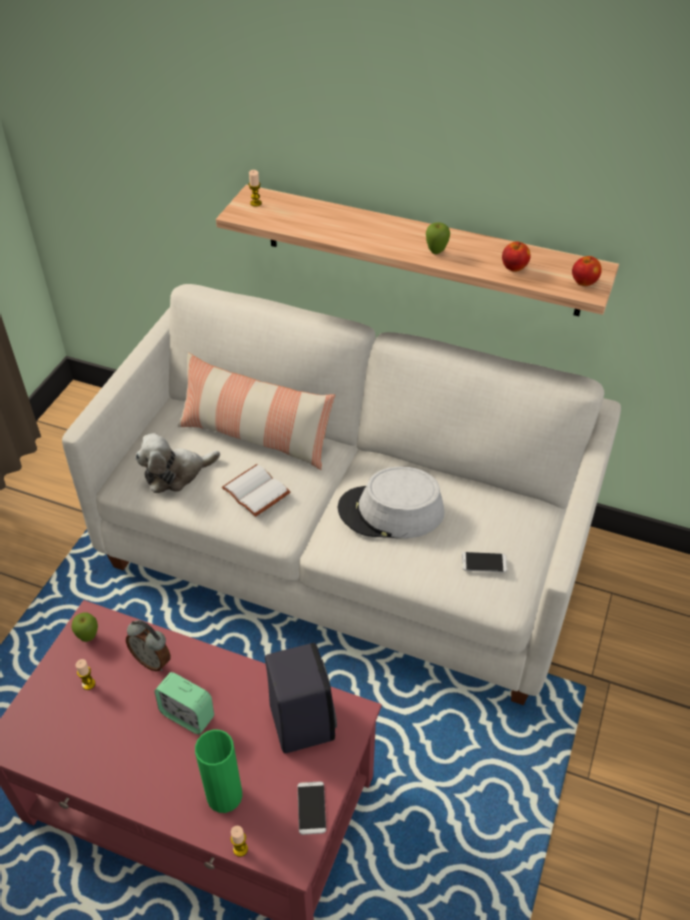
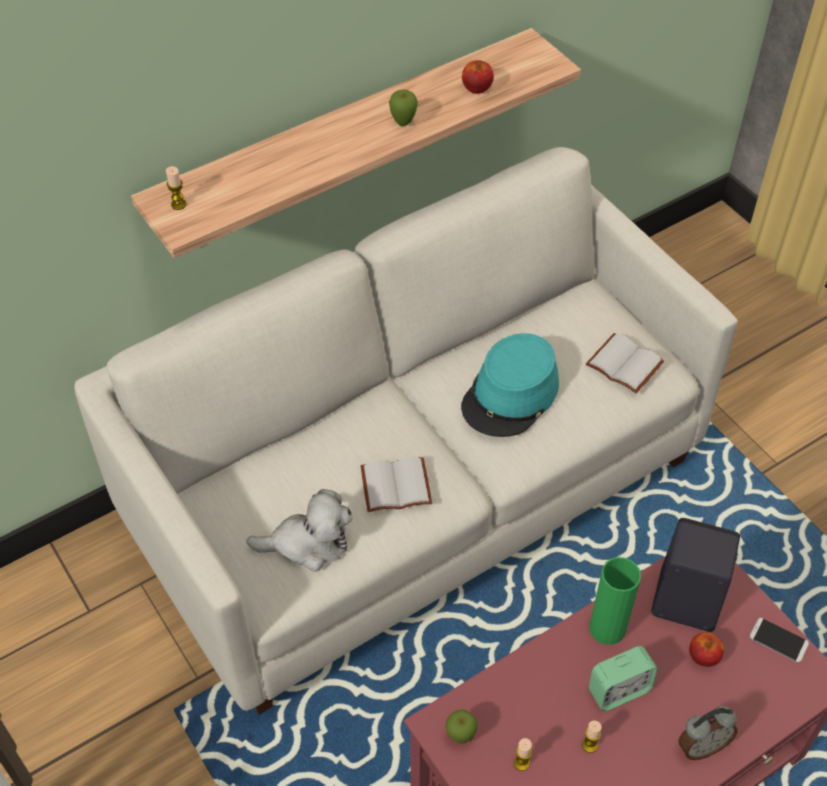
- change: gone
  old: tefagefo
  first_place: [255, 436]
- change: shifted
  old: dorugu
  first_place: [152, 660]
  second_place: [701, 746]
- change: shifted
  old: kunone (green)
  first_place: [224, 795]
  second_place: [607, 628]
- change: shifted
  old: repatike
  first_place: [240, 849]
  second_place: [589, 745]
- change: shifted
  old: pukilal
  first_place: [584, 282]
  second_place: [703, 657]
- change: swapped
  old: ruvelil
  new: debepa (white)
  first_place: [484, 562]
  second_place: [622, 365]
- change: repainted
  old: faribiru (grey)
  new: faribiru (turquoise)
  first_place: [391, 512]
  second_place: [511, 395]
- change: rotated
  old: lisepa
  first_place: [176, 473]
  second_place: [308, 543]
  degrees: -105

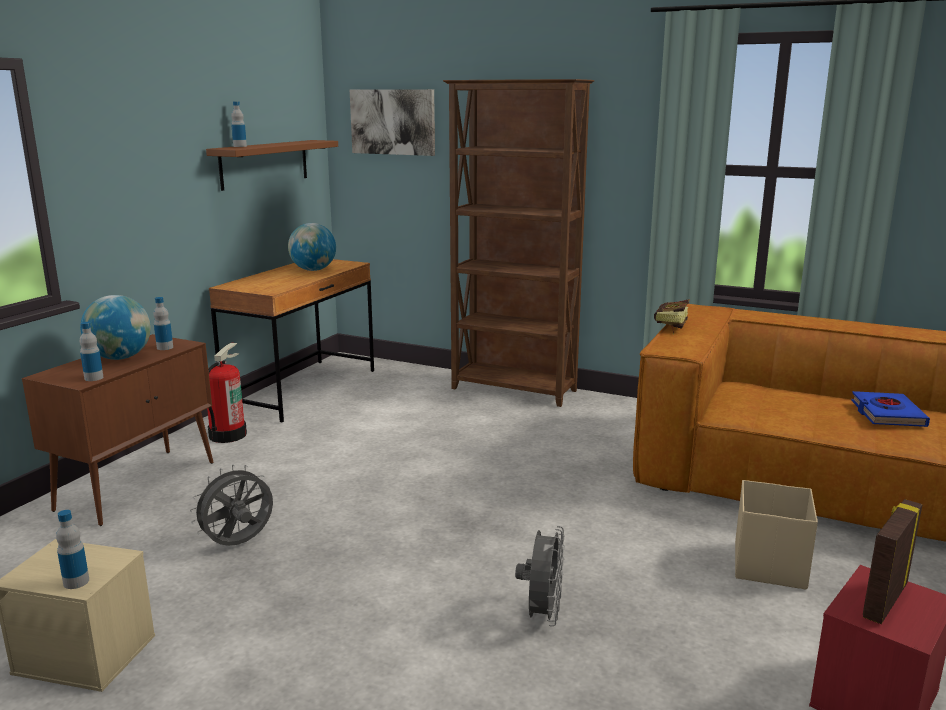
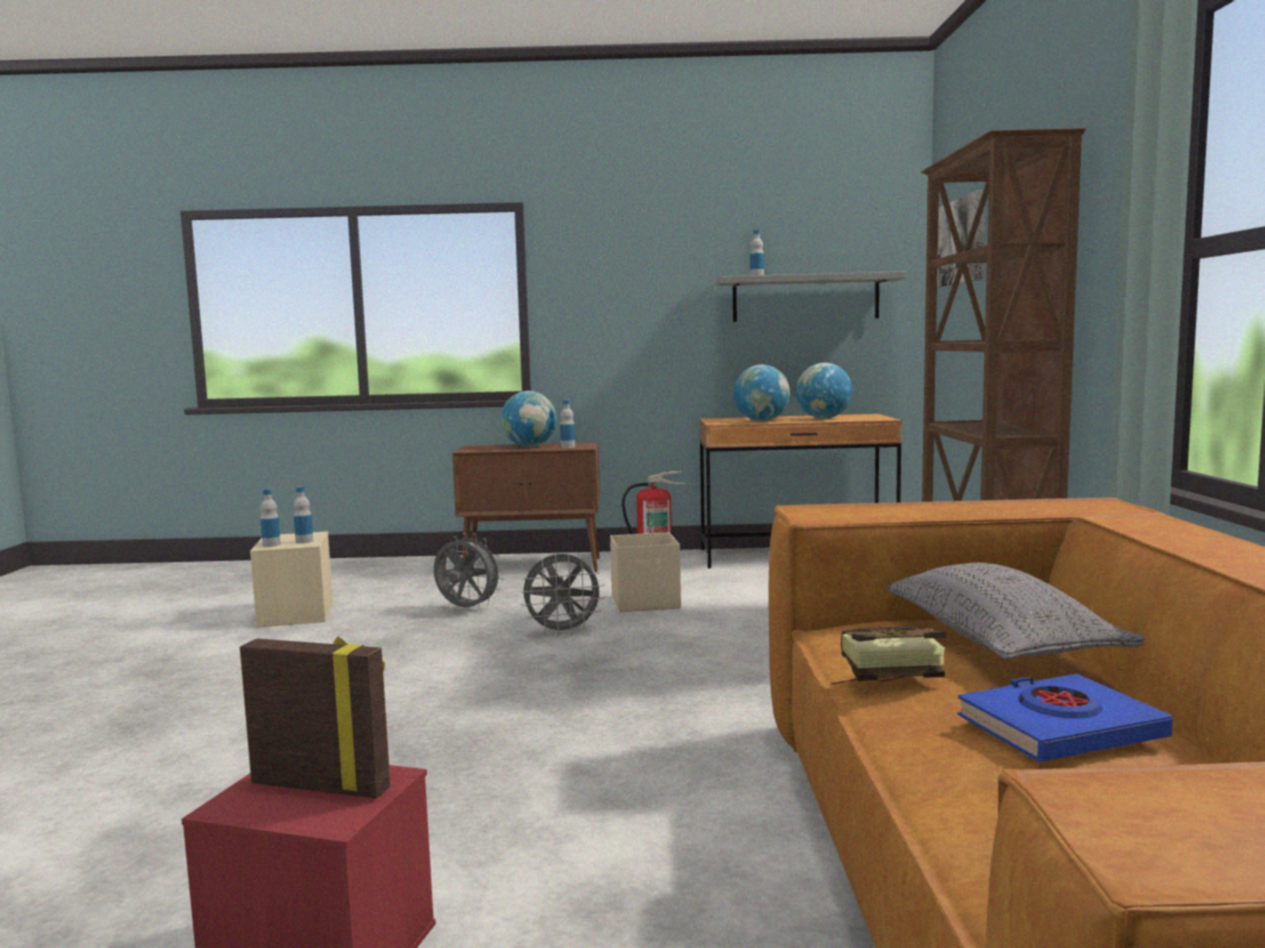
- change: new
  new: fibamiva
  second_place: [761, 421]
- change: new
  new: tefagefo (grey)
  second_place: [995, 642]
- change: shifted
  old: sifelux
  first_place: [94, 378]
  second_place: [304, 541]
- change: shifted
  old: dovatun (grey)
  first_place: [542, 615]
  second_place: [563, 632]
- change: shifted
  old: debepa
  first_place: [670, 327]
  second_place: [880, 677]
- change: shifted
  old: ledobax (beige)
  first_place: [770, 565]
  second_place: [646, 603]
- change: repainted
  old: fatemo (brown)
  new: fatemo (grey)
  first_place: [264, 164]
  second_place: [805, 298]

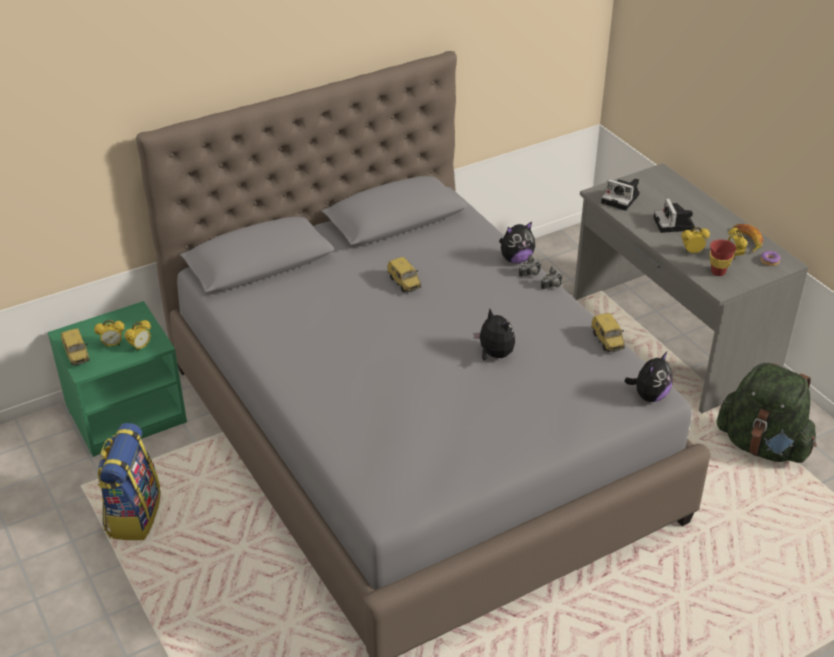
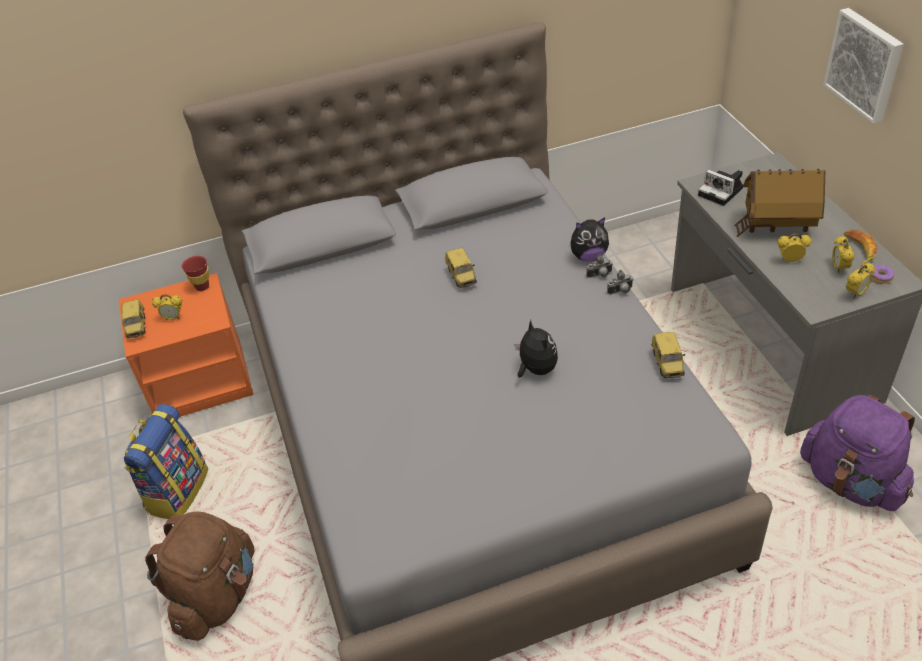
- change: gone
  old: lisepa
  first_place: [649, 396]
- change: new
  new: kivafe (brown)
  second_place: [217, 596]
- change: new
  new: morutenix
  second_place: [865, 64]
- change: shifted
  old: dorugu
  first_place: [140, 347]
  second_place: [855, 293]
- change: shifted
  old: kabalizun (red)
  first_place: [718, 272]
  second_place: [202, 287]
- change: swapped
  old: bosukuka
  new: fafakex
  first_place: [674, 224]
  second_place: [776, 225]
- change: repainted
  old: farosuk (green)
  new: farosuk (orange)
  first_place: [127, 413]
  second_place: [201, 380]
- change: repainted
  old: kivafe (green)
  new: kivafe (purple)
  first_place: [762, 445]
  second_place: [851, 482]

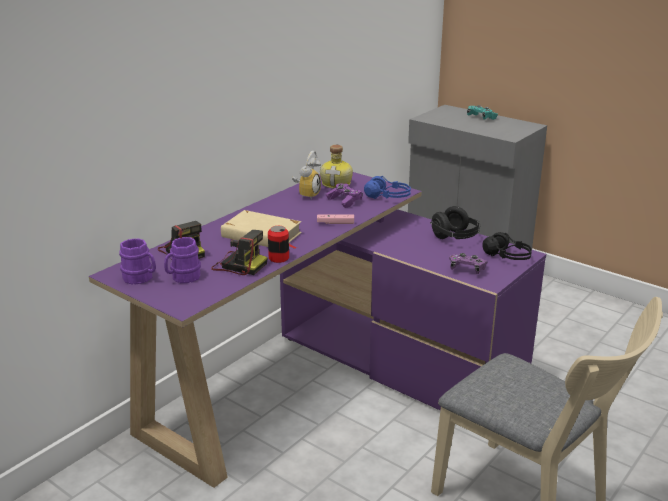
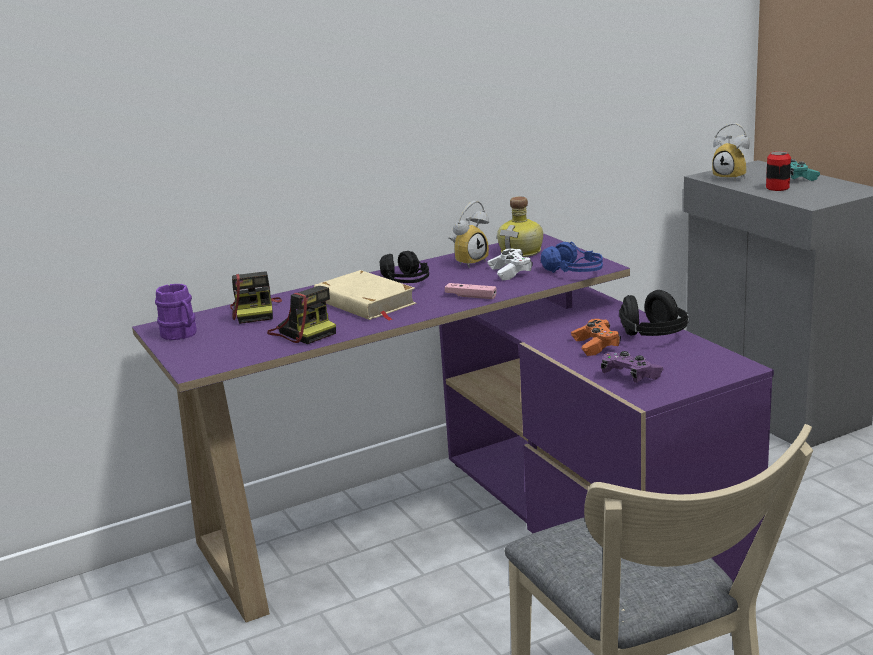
- change: gone
  old: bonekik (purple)
  first_place: [183, 278]
- change: new
  new: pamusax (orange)
  second_place: [595, 346]
- change: new
  new: dorugu
  second_place: [732, 178]
- change: shifted
  old: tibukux
  first_place: [279, 258]
  second_place: [777, 188]
- change: shifted
  old: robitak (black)
  first_place: [507, 256]
  second_place: [406, 281]
- change: repainted
  old: pamusax (purple)
  new: pamusax (white)
  first_place: [344, 201]
  second_place: [510, 272]

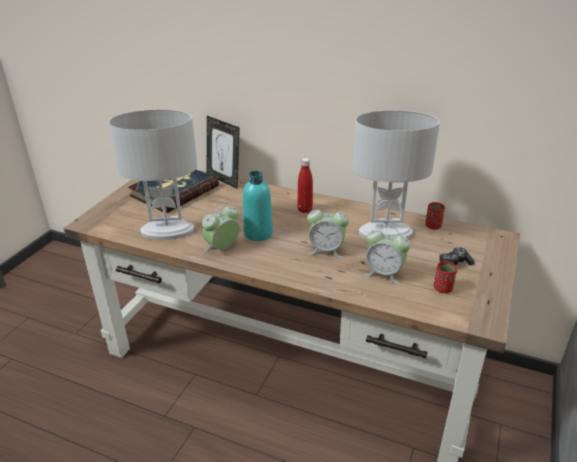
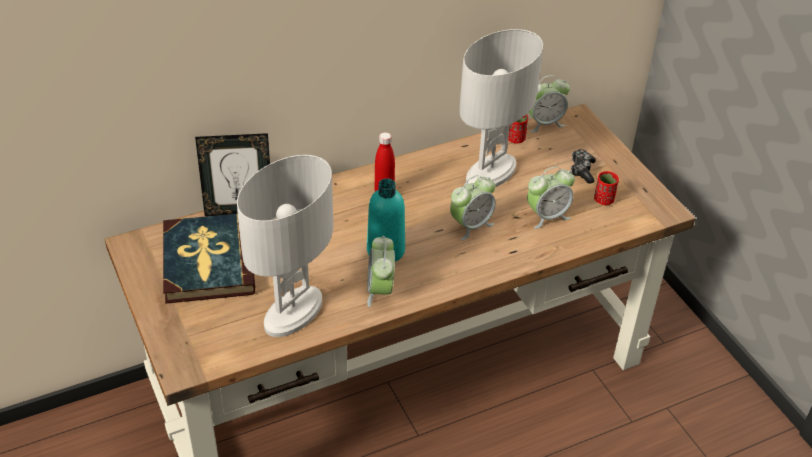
- change: new
  new: dorugu
  second_place: [544, 123]

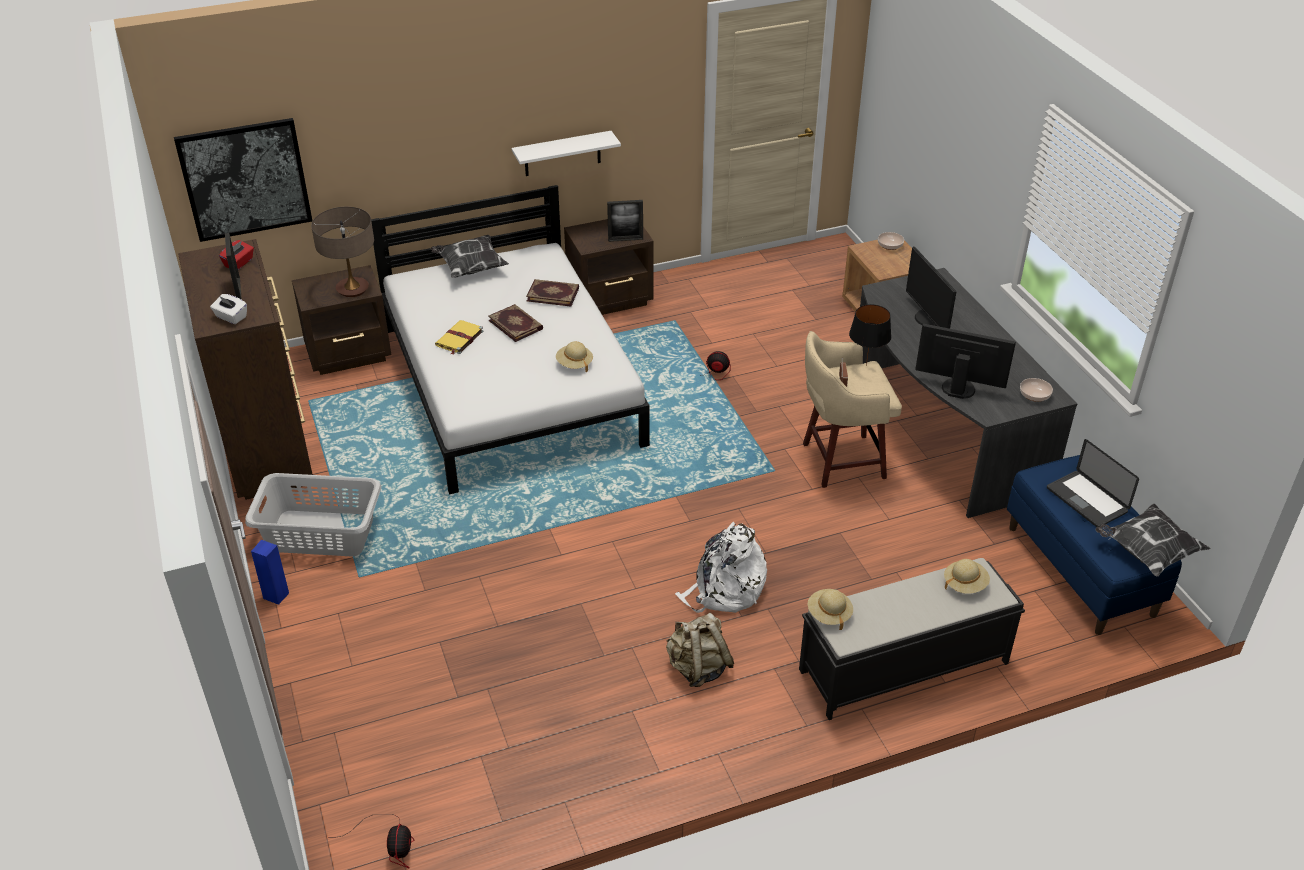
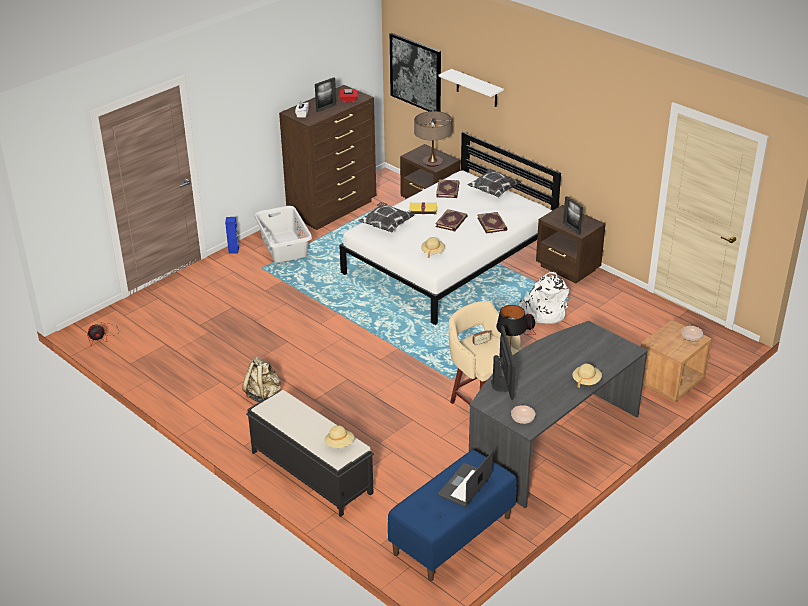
- change: gone
  old: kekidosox
  first_place: [928, 319]
- change: new
  new: debepa
  second_place: [448, 190]
- change: shifted
  old: fatemo (white)
  first_place: [562, 154]
  second_place: [476, 88]
- change: shifted
  old: kivafe (white)
  first_place: [724, 590]
  second_place: [543, 313]
- change: shifted
  old: faribiru (beige)
  first_place: [829, 614]
  second_place: [586, 380]
- change: shifted
  old: tefagefo
  first_place: [1147, 552]
  second_place: [386, 225]

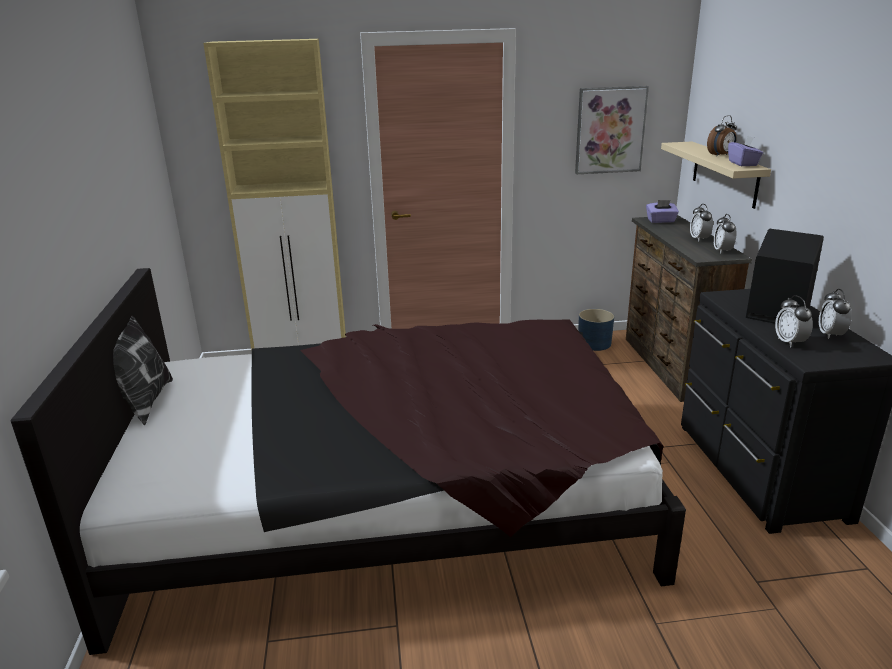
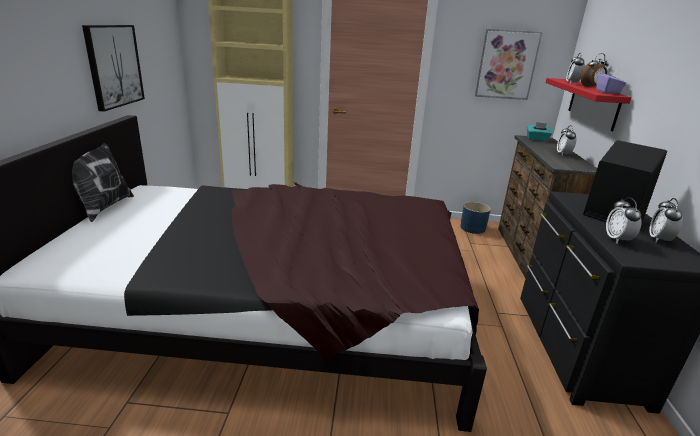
- change: new
  new: morutenix
  second_place: [114, 66]
- change: shifted
  old: dorugu
  first_place: [722, 251]
  second_place: [572, 83]
- change: repainted
  old: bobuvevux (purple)
  new: bobuvevux (turquoise)
  first_place: [661, 221]
  second_place: [537, 139]
- change: repainted
  old: fatemo (beige)
  new: fatemo (red)
  first_place: [725, 173]
  second_place: [593, 103]

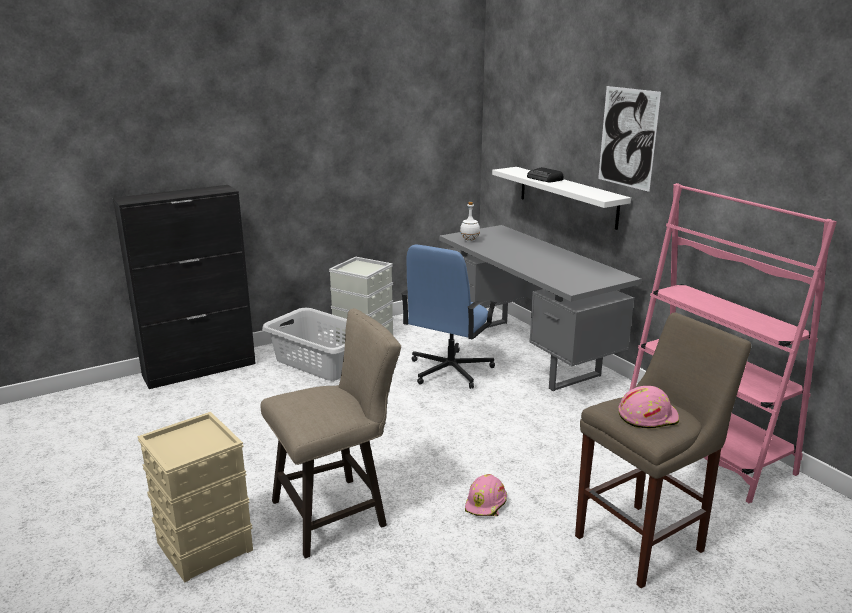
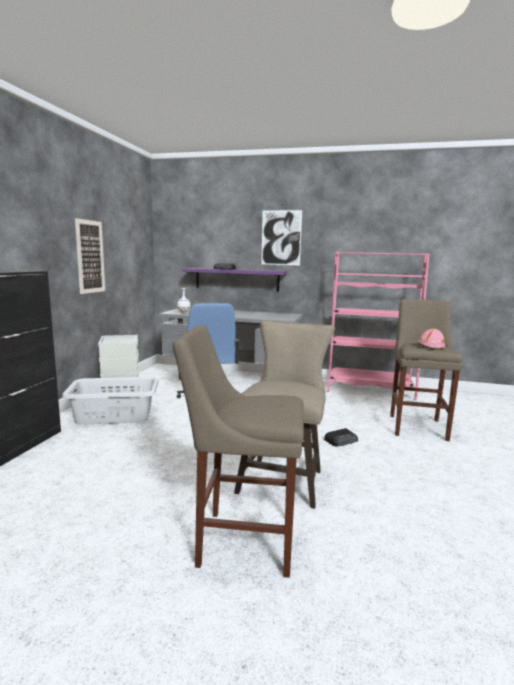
- change: new
  new: morutenix
  second_place: [90, 257]
- change: swapped
  old: ledobax (beige)
  new: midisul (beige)
  first_place: [205, 545]
  second_place: [241, 540]
- change: swapped
  old: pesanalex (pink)
  new: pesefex
  first_place: [486, 504]
  second_place: [341, 440]
- change: repainted
  old: fatemo (white)
  new: fatemo (purple)
  first_place: [567, 196]
  second_place: [237, 279]

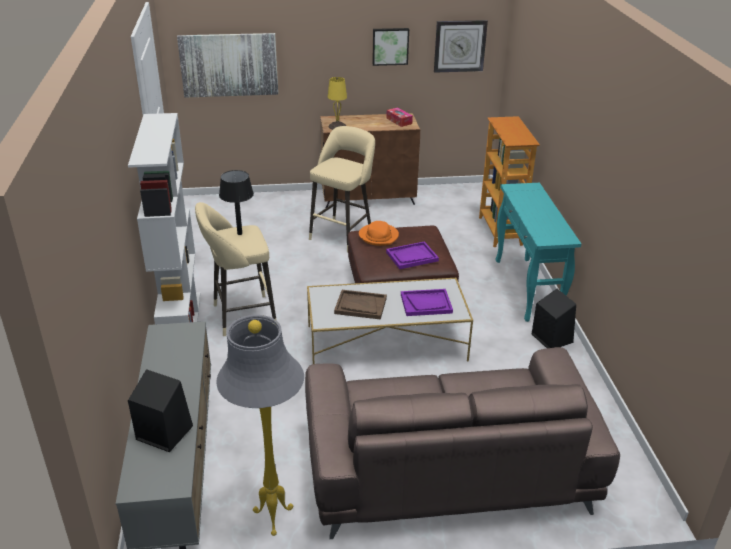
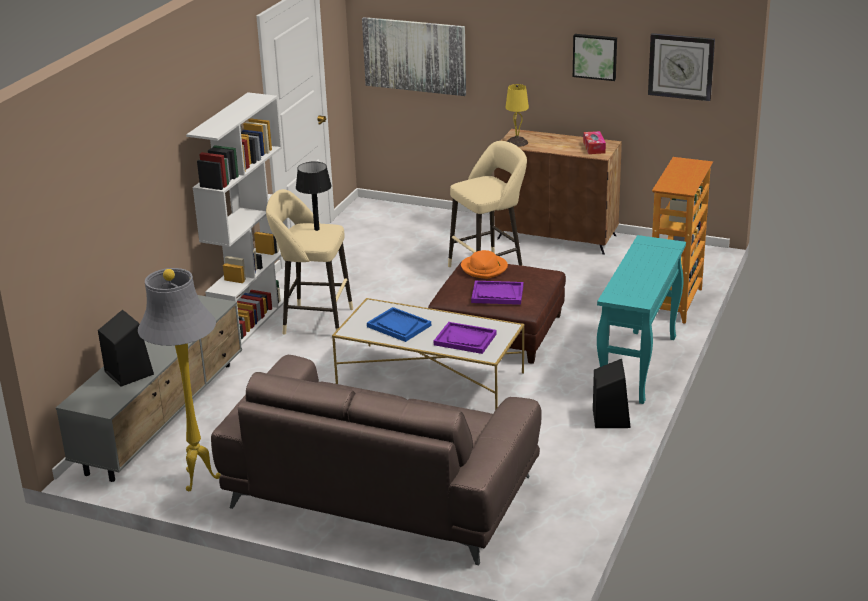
- change: repainted
  old: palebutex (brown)
  new: palebutex (blue)
  first_place: [360, 306]
  second_place: [398, 326]

